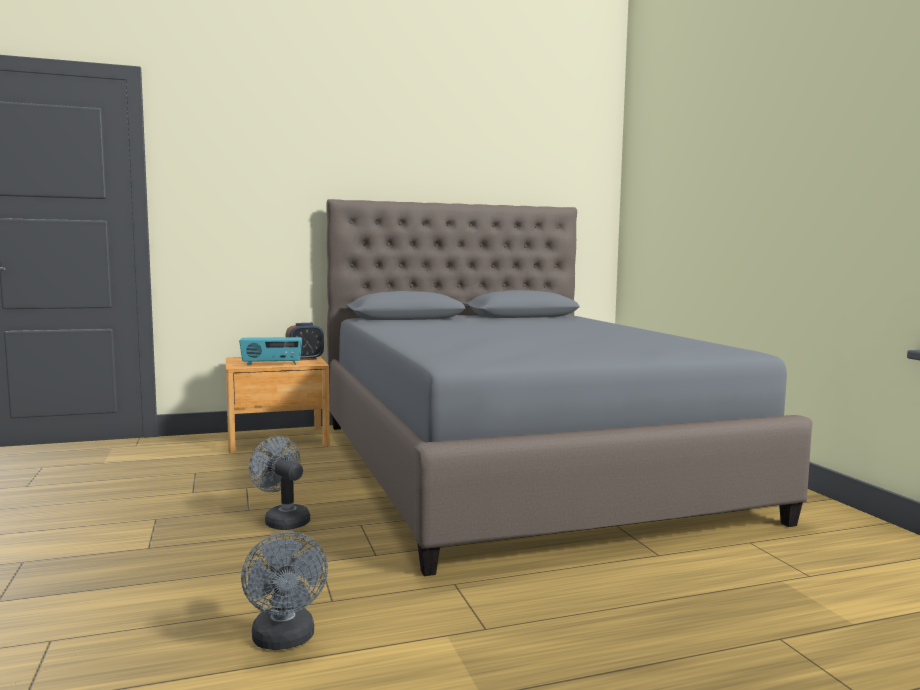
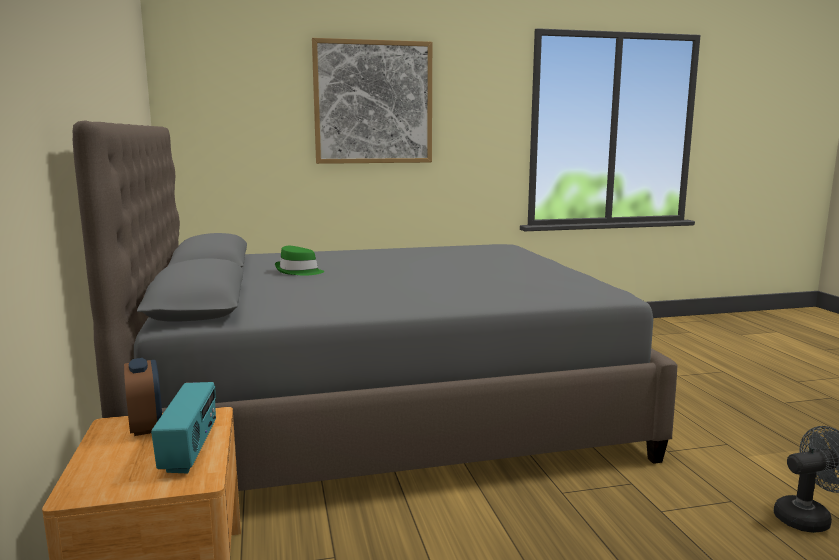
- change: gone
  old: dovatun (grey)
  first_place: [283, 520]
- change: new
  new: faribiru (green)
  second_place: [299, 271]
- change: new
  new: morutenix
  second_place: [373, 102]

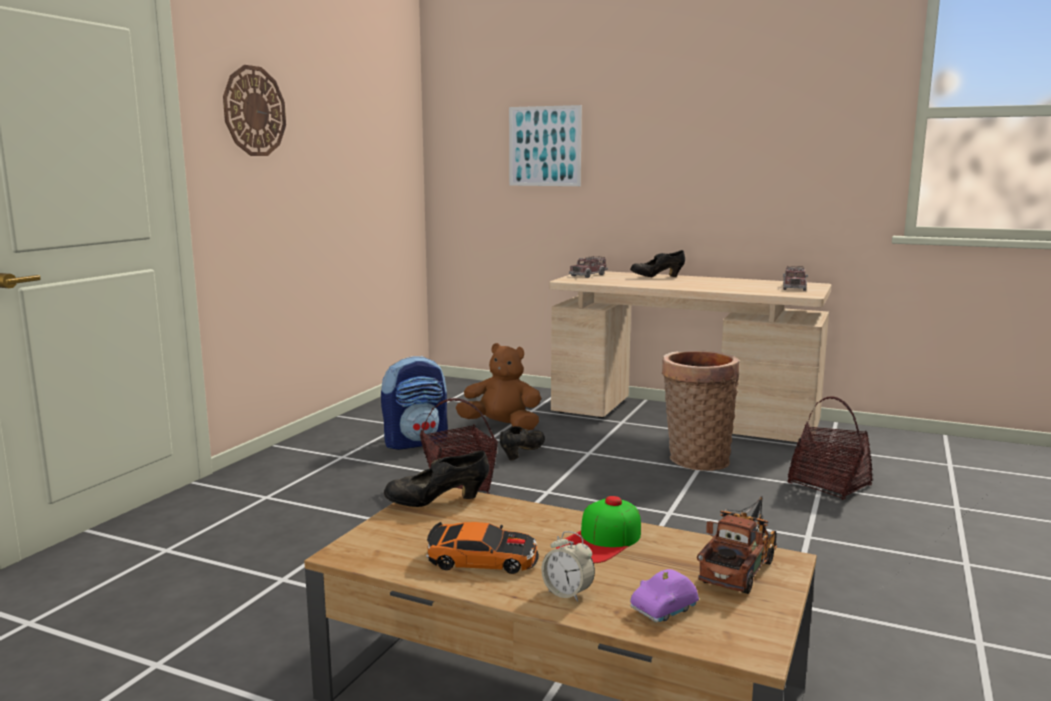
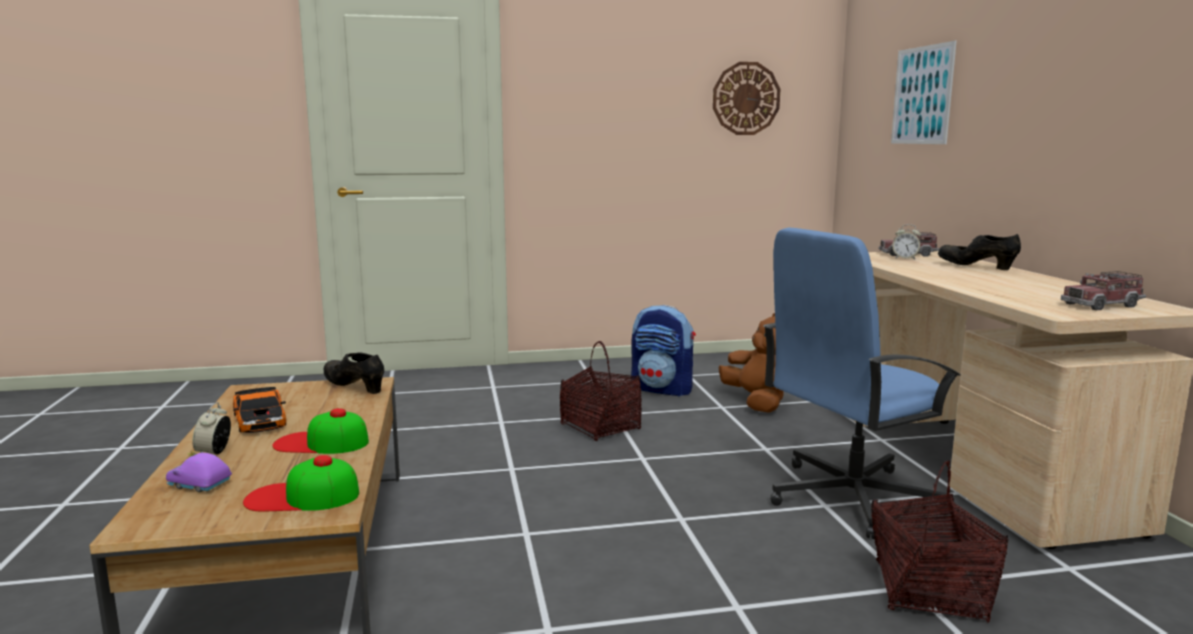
- change: gone
  old: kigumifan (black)
  first_place: [523, 453]
- change: new
  new: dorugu
  second_place: [905, 258]
- change: shifted
  old: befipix
  first_place: [254, 111]
  second_place: [746, 98]
- change: swapped
  old: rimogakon
  new: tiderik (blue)
  first_place: [695, 459]
  second_place: [850, 497]
- change: swapped
  old: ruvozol
  new: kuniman
  first_place: [740, 567]
  second_place: [302, 497]

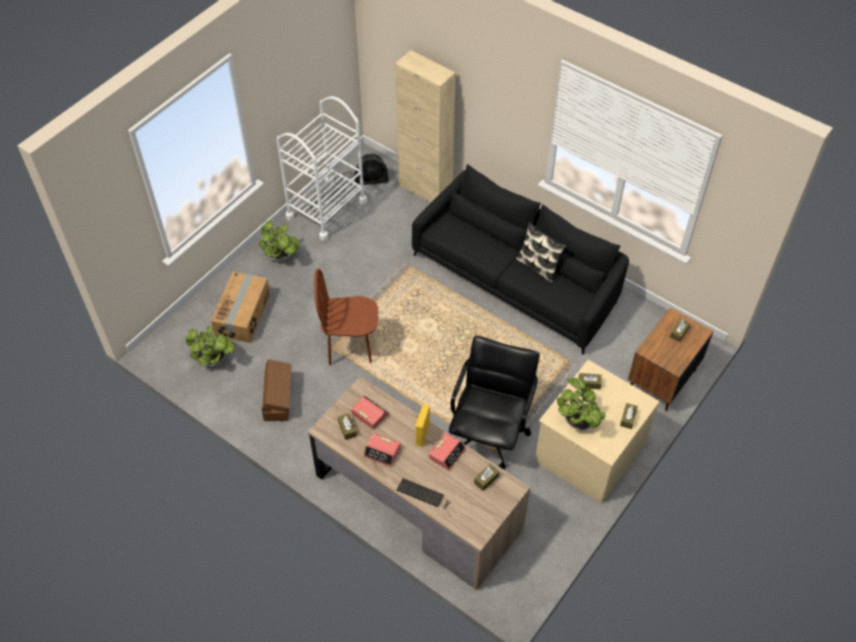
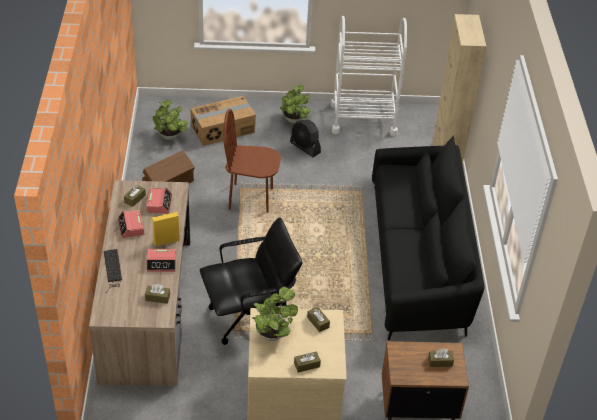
- change: gone
  old: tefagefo
  first_place: [538, 266]
- change: shifted
  old: dovatun (black)
  first_place: [371, 180]
  second_place: [305, 147]
- change: rotated
  old: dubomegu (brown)
  first_place: [350, 347]
  second_place: [251, 198]
  degrees: -45

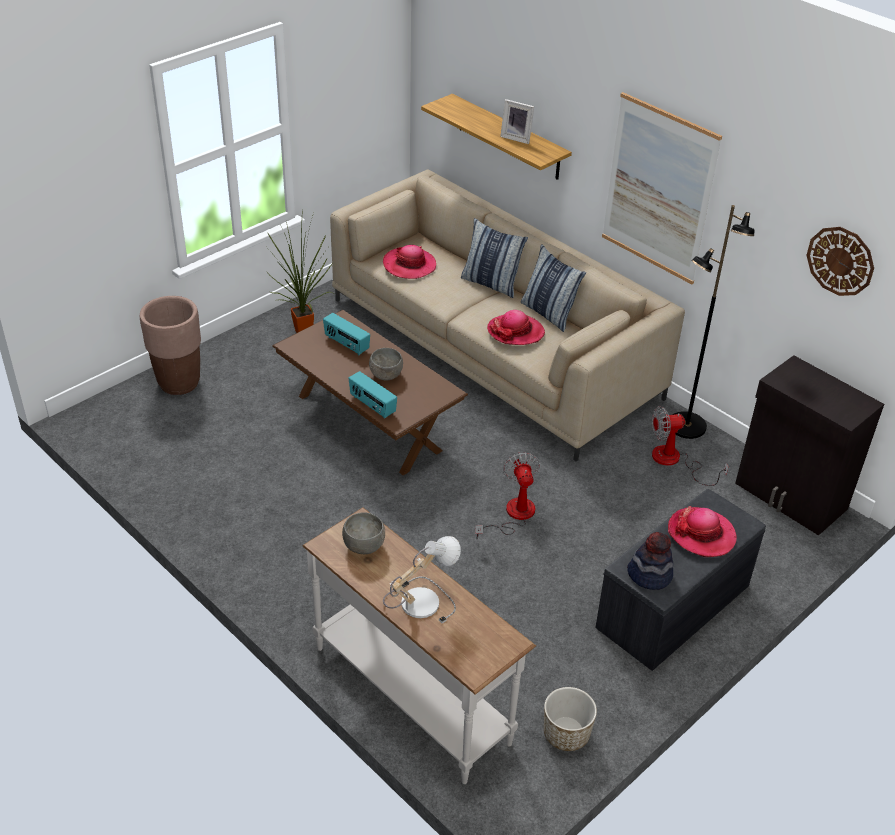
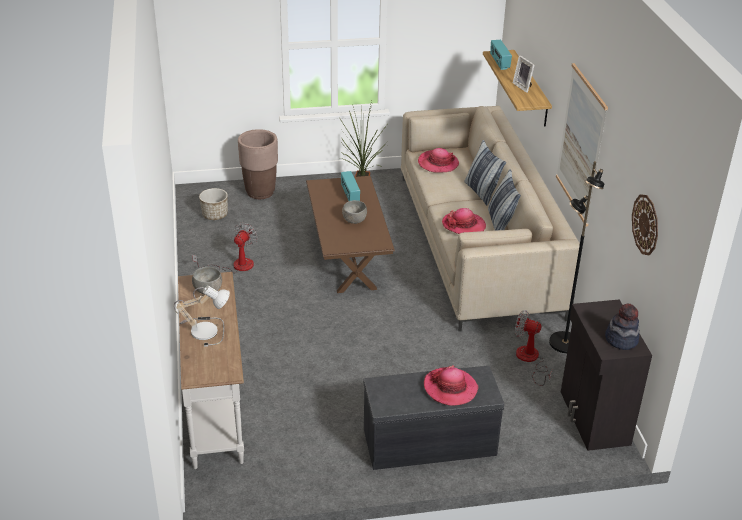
- change: shifted
  old: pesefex
  first_place: [372, 406]
  second_place: [499, 63]
- change: shifted
  old: dovatun
  first_place: [513, 515]
  second_place: [235, 266]
- change: shifted
  old: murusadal
  first_place: [566, 734]
  second_place: [215, 215]
- change: shifted
  old: faribiru
  first_place: [649, 575]
  second_place: [621, 339]

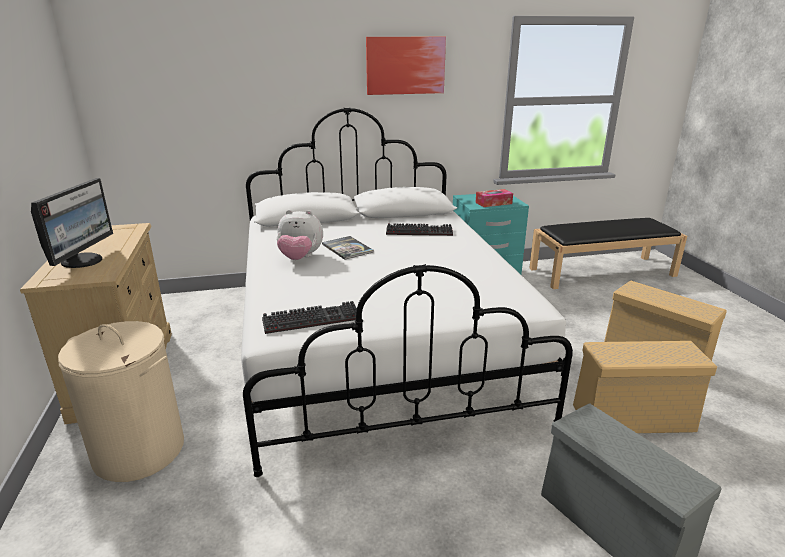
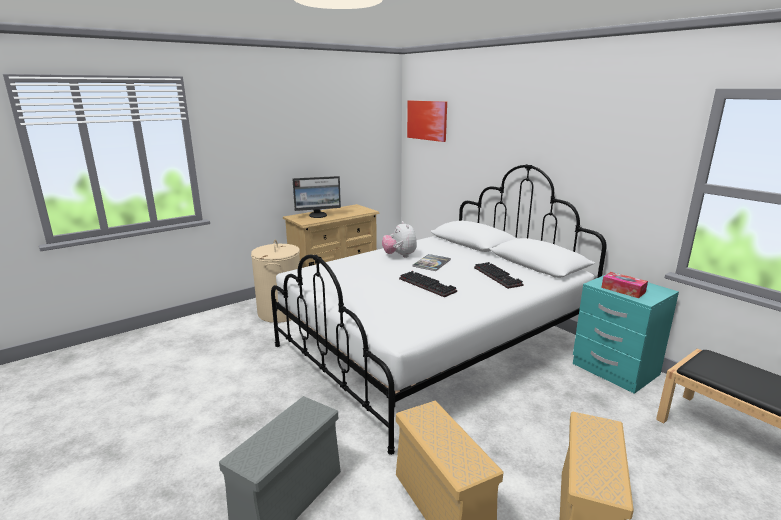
- change: shifted
  old: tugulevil
  first_place: [313, 318]
  second_place: [428, 285]
- change: shifted
  old: morutenix
  first_place: [405, 65]
  second_place: [427, 120]

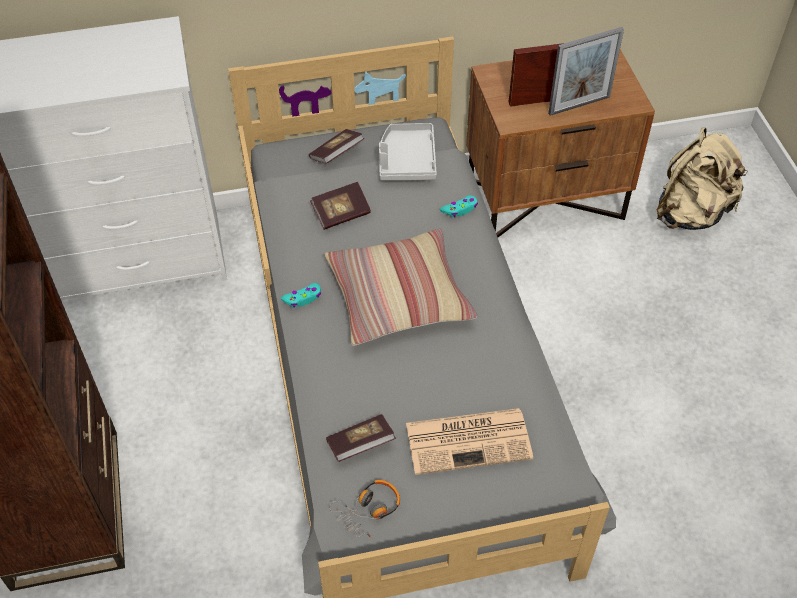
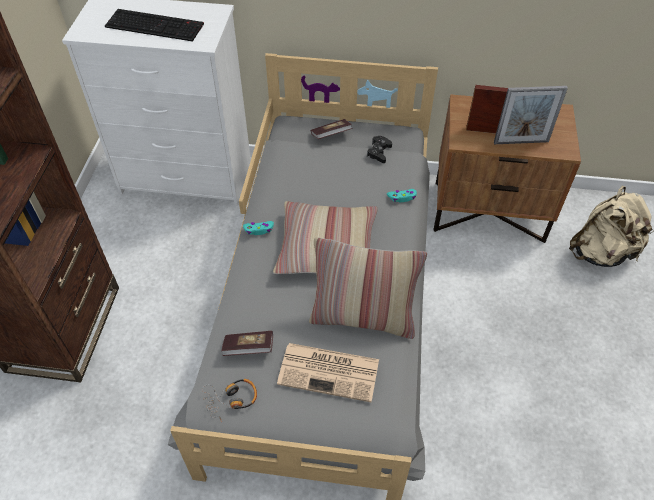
- change: gone
  old: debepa
  first_place: [341, 214]
- change: new
  new: tugulevil
  second_place: [156, 25]
- change: new
  new: tefagefo
  second_place: [363, 317]
- change: swapped
  old: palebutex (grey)
  new: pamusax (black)
  first_place: [406, 160]
  second_place: [379, 152]

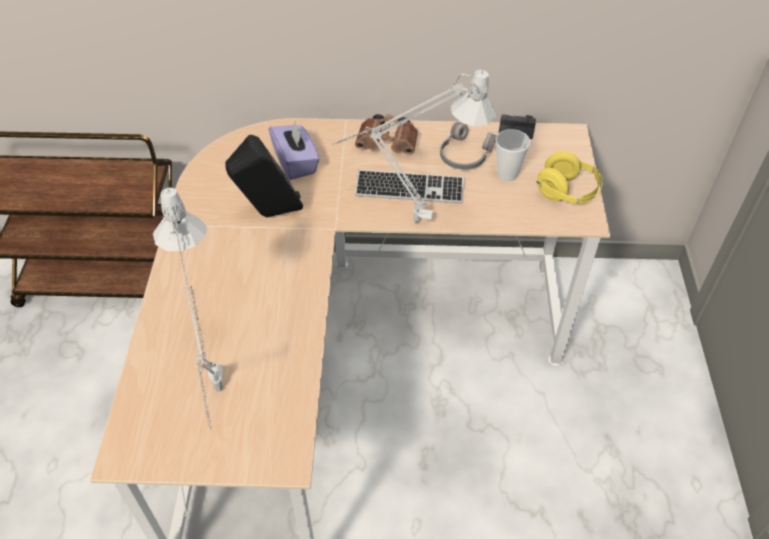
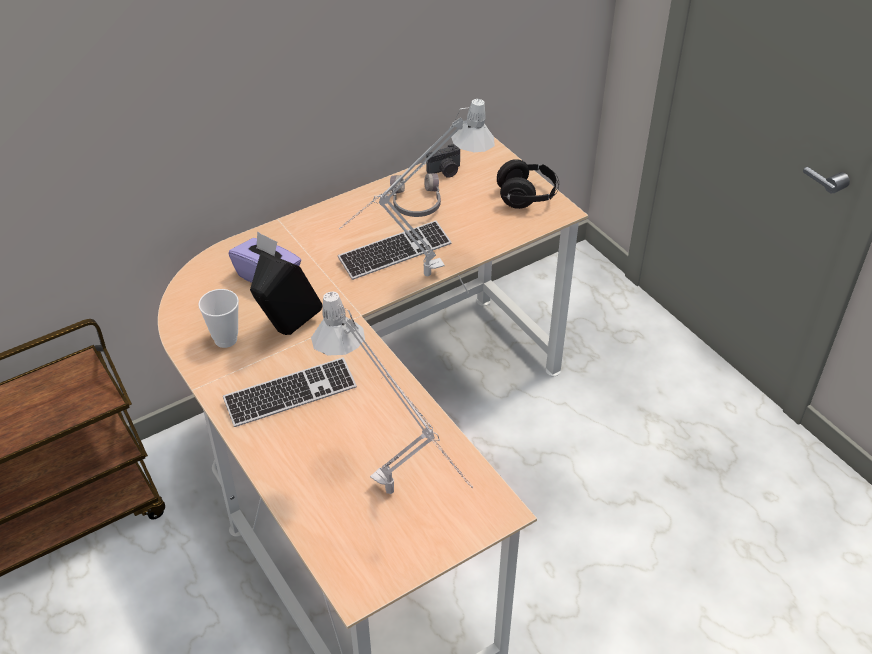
- change: gone
  old: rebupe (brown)
  first_place: [389, 144]
- change: new
  new: tugulevil
  second_place: [290, 394]
- change: shifted
  old: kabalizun
  first_place: [507, 174]
  second_place: [226, 339]
- change: repainted
  old: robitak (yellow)
  new: robitak (black)
  first_place: [567, 192]
  second_place: [527, 197]

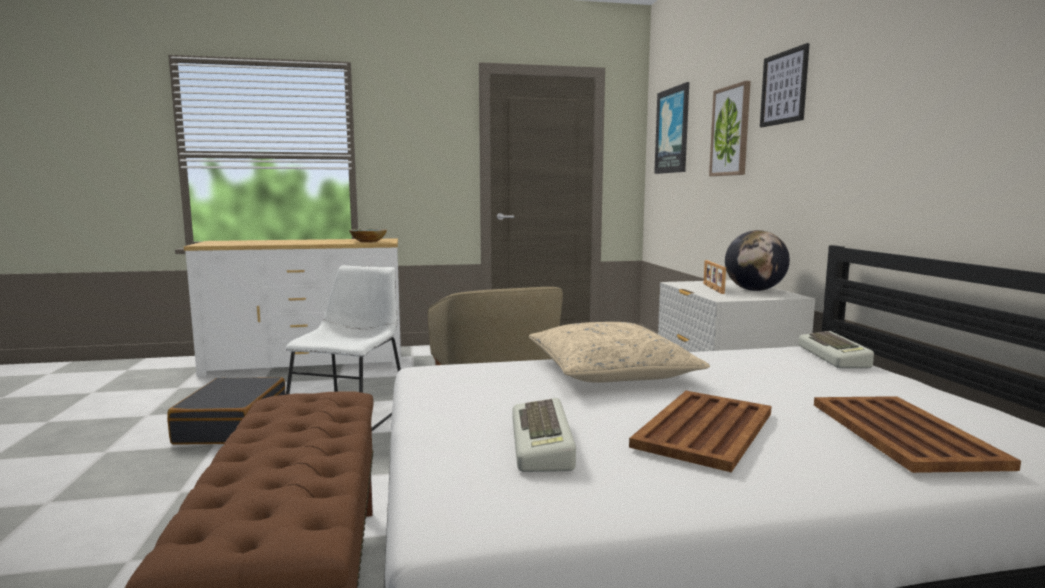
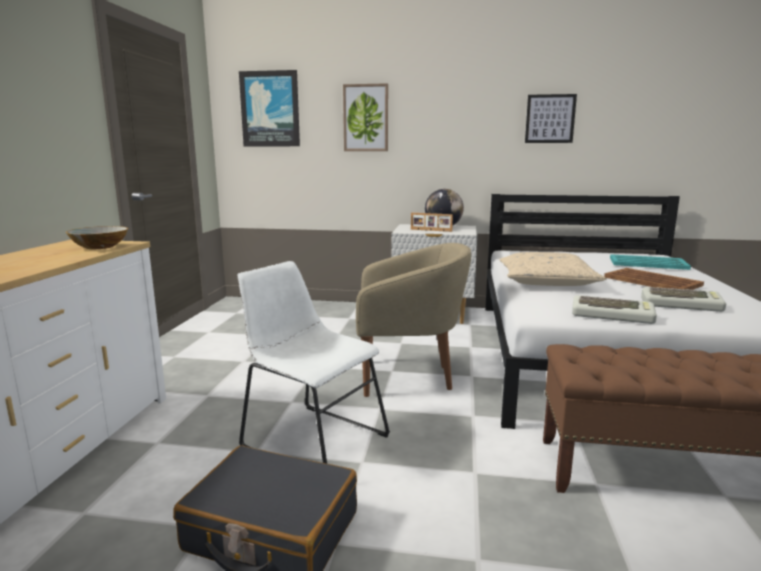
- change: shifted
  old: morutenix
  first_place: [784, 88]
  second_place: [550, 119]
- change: shifted
  old: tugulevil
  first_place: [835, 357]
  second_place: [612, 315]
- change: repainted
  old: palebutex (brown)
  new: palebutex (turquoise)
  first_place: [902, 433]
  second_place: [647, 263]

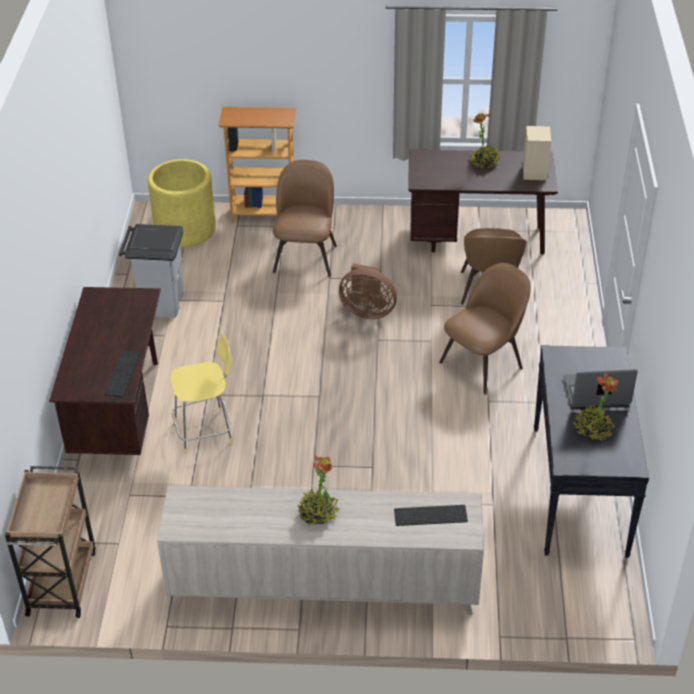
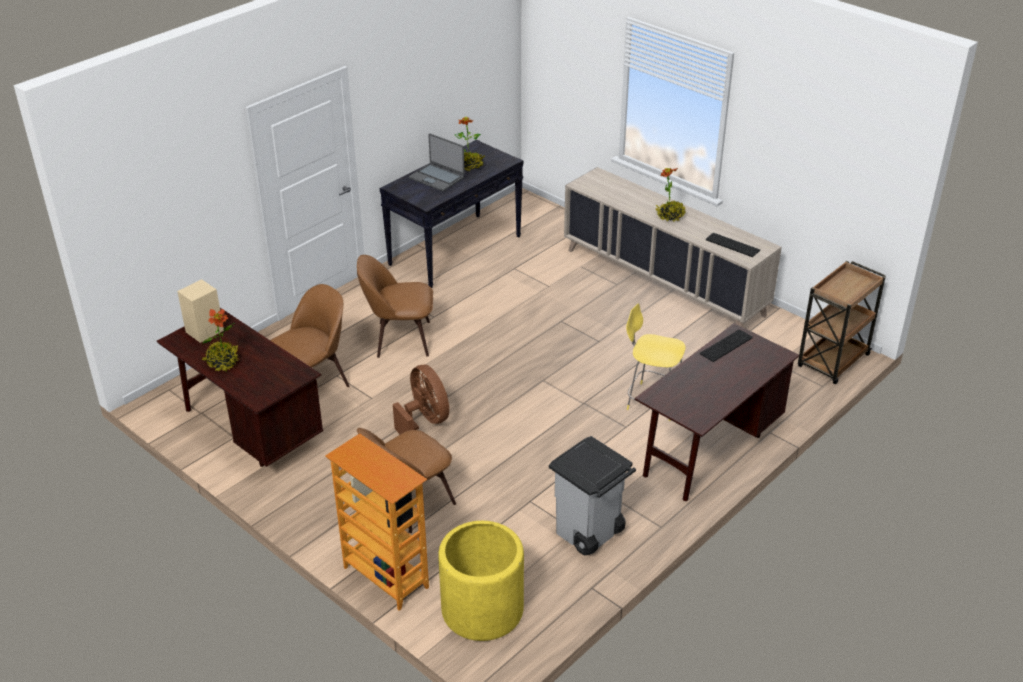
- change: shifted
  old: tugulevil
  first_place: [431, 514]
  second_place: [731, 245]

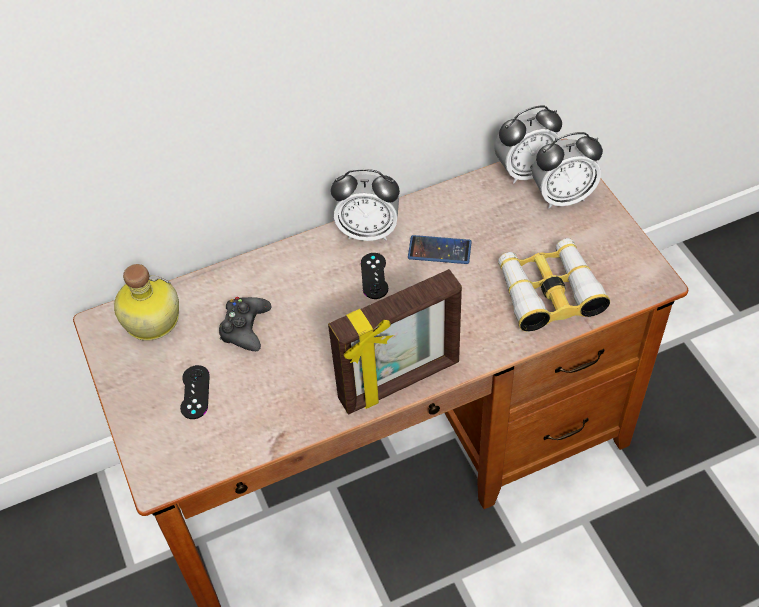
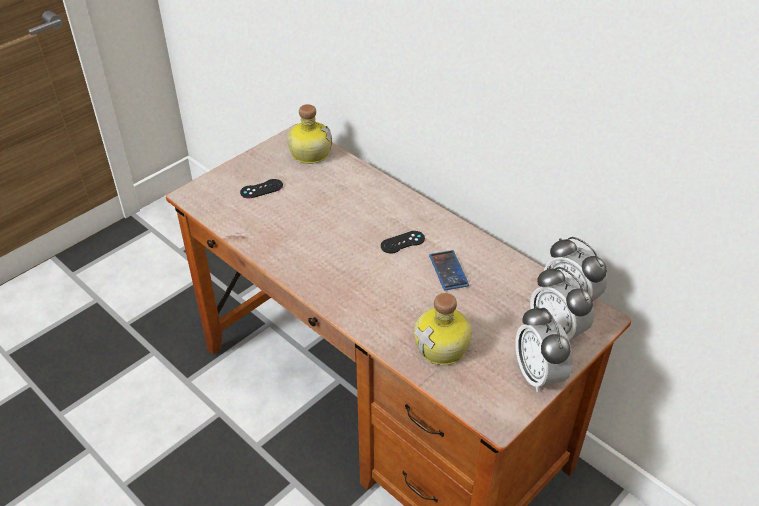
- change: gone
  old: pamusax (black)
  first_place: [245, 328]
- change: gone
  old: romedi
  first_place: [400, 382]
- change: shifted
  old: dorugu
  first_place: [368, 231]
  second_place: [538, 375]
- change: swapped
  old: rebupe
  new: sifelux
  first_place: [548, 292]
  second_place: [443, 347]

